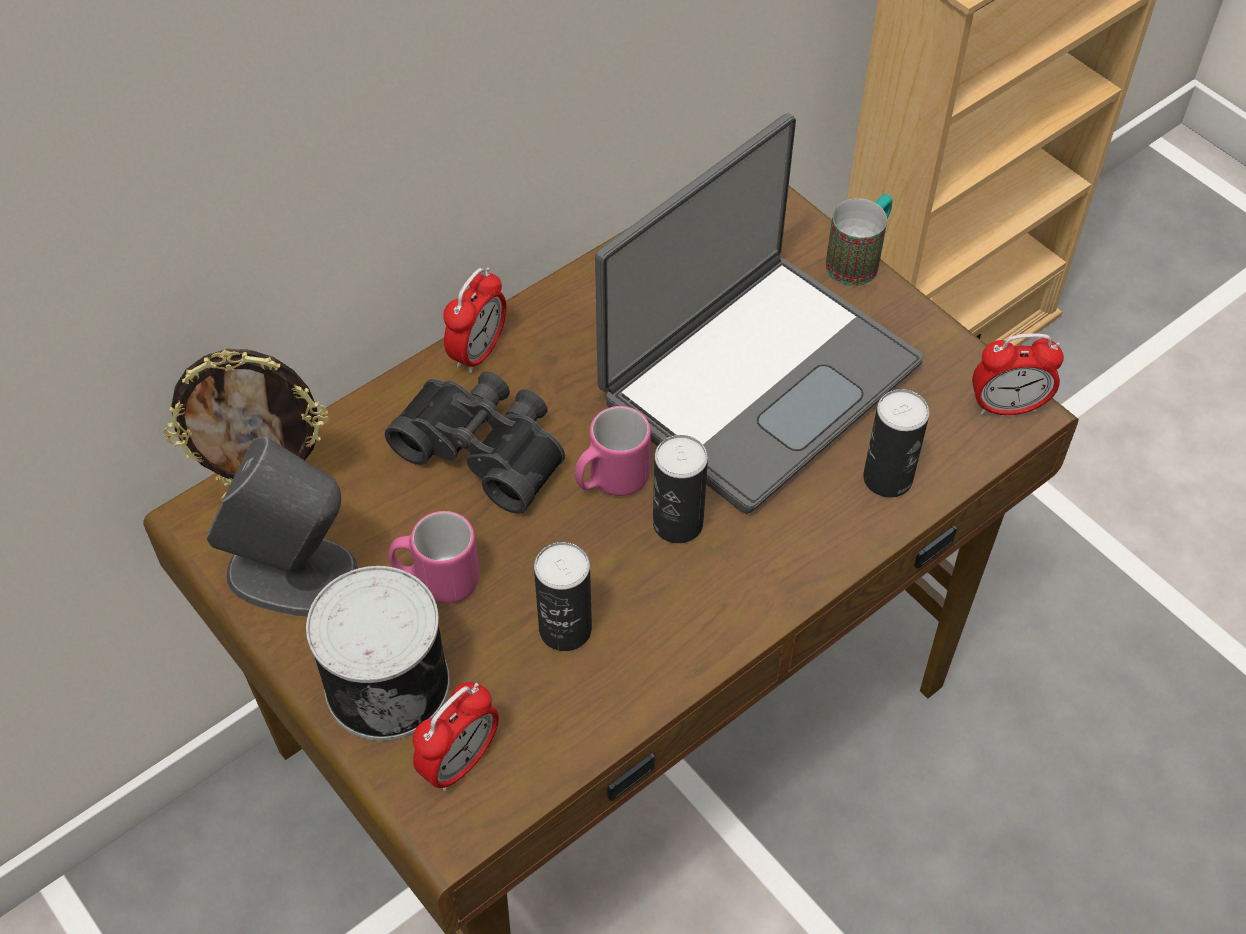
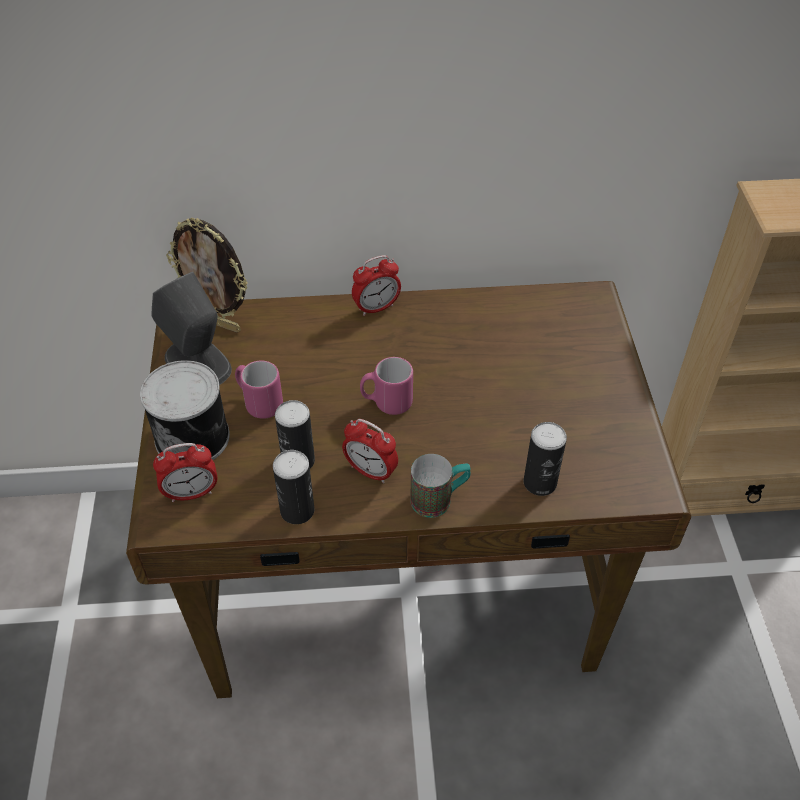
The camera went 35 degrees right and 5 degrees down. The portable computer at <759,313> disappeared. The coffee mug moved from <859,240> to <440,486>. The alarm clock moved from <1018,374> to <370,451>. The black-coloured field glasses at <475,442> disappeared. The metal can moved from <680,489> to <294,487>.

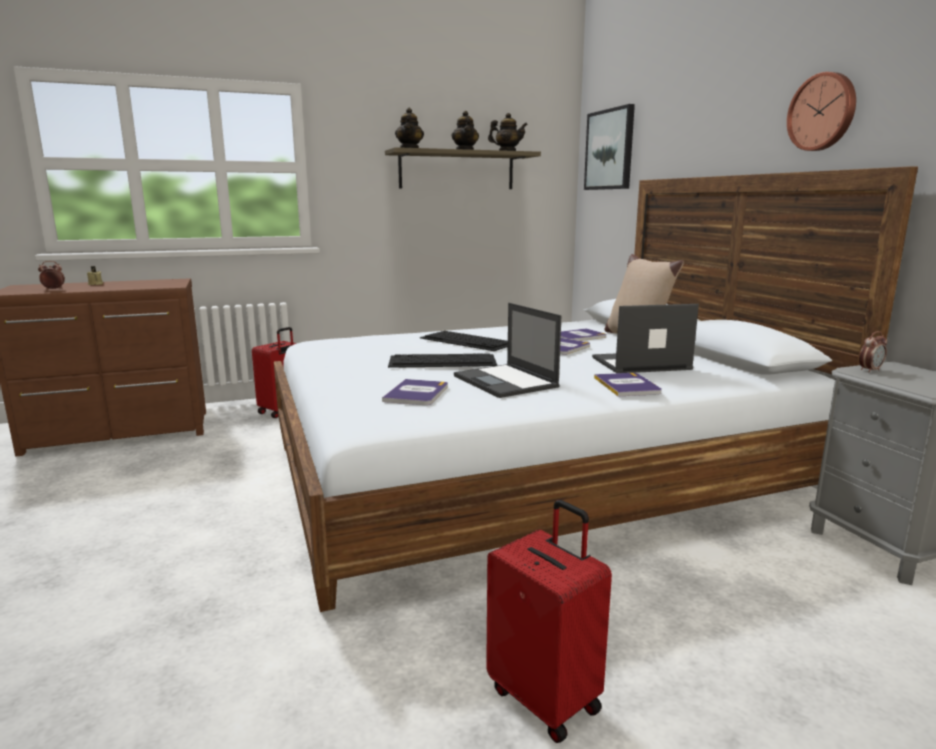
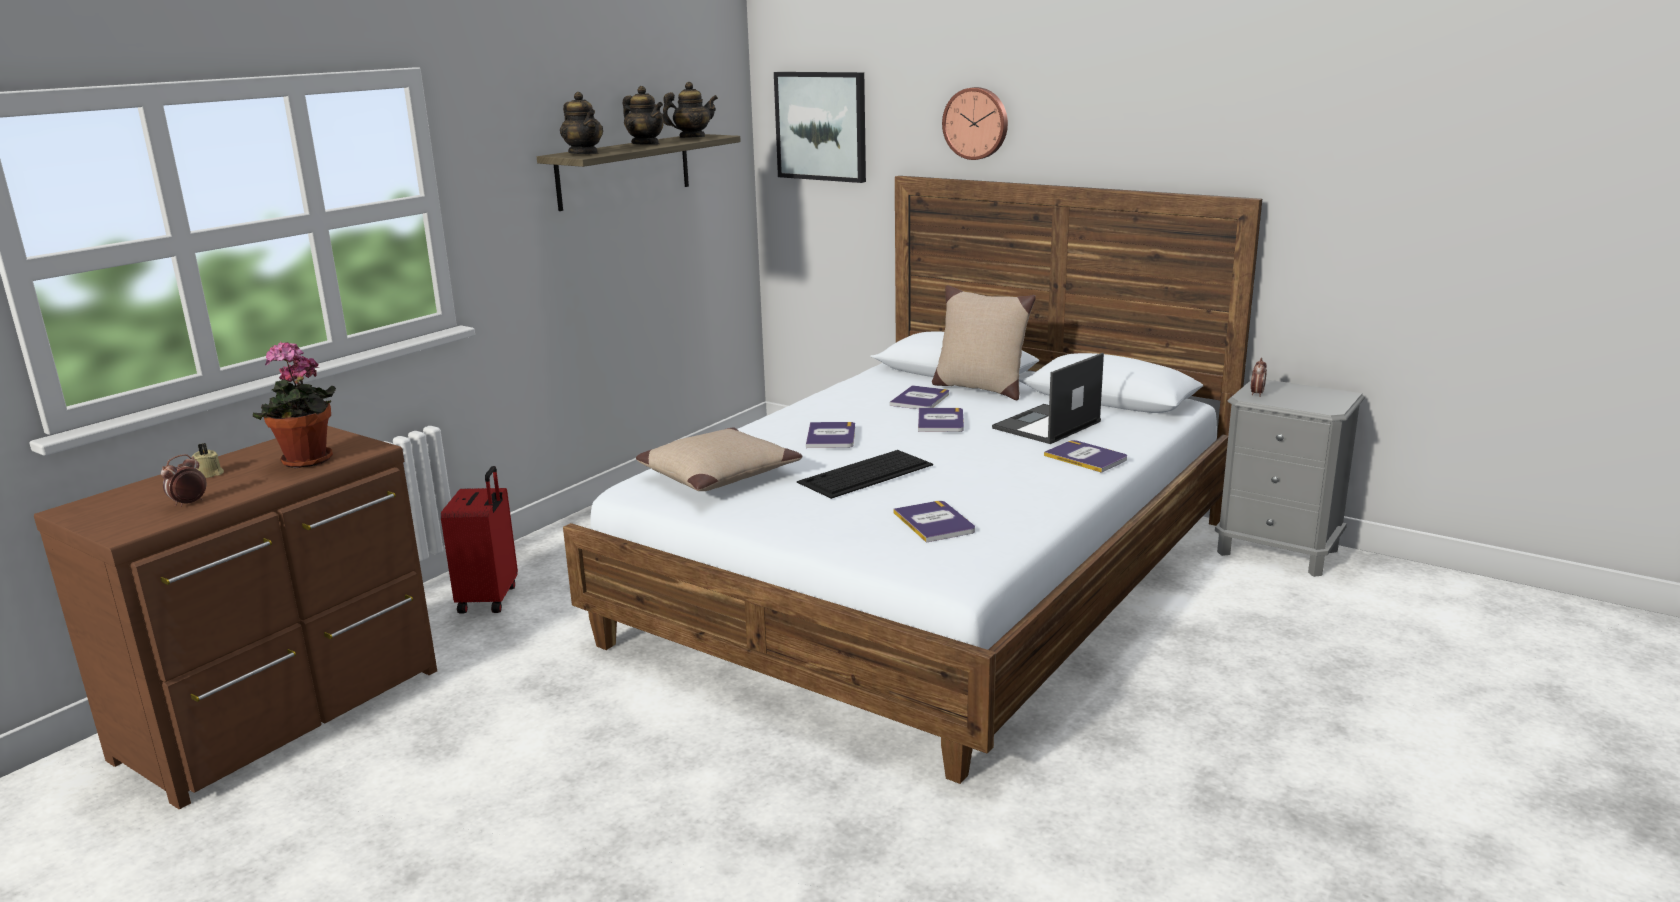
The camera went 35 degrees left and 5 degrees up. The wall clock moved from <821,111> to <975,123>. The portable computer at <507,350> disappeared. The keyboard at <464,341> was replaced by the bound book at <830,435>. The red-coloured travel case at <549,621> disappeared. The plant in a pot at <294,404> appeared. The sand-coloured throw pillow at <719,459> appeared.

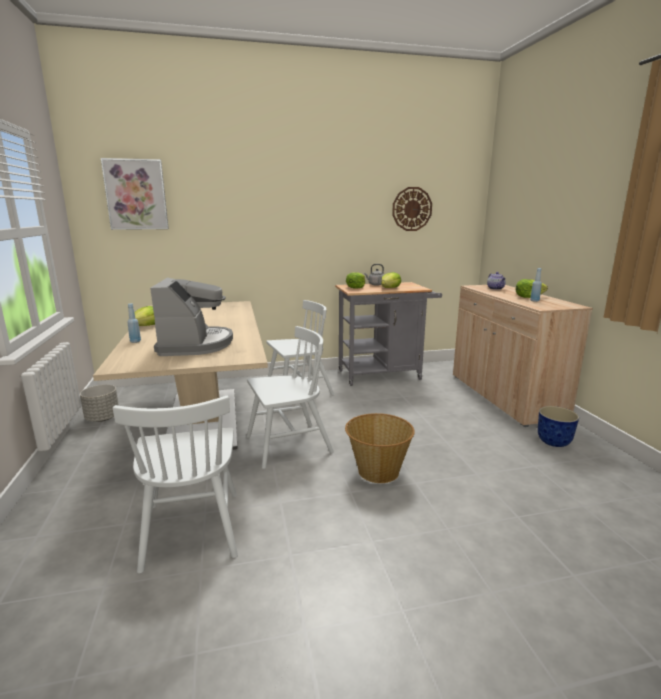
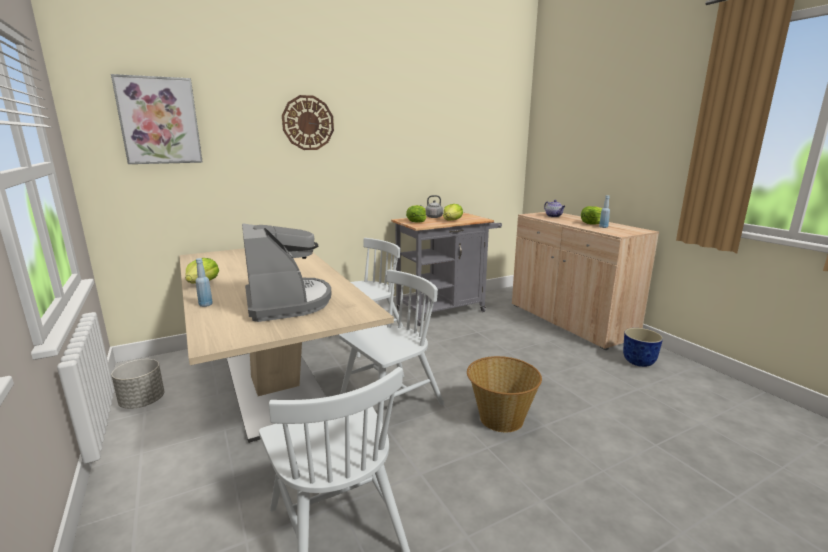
The camera went 15 degrees left and 0 degrees up. The wall clock moved from <412,209> to <308,122>.

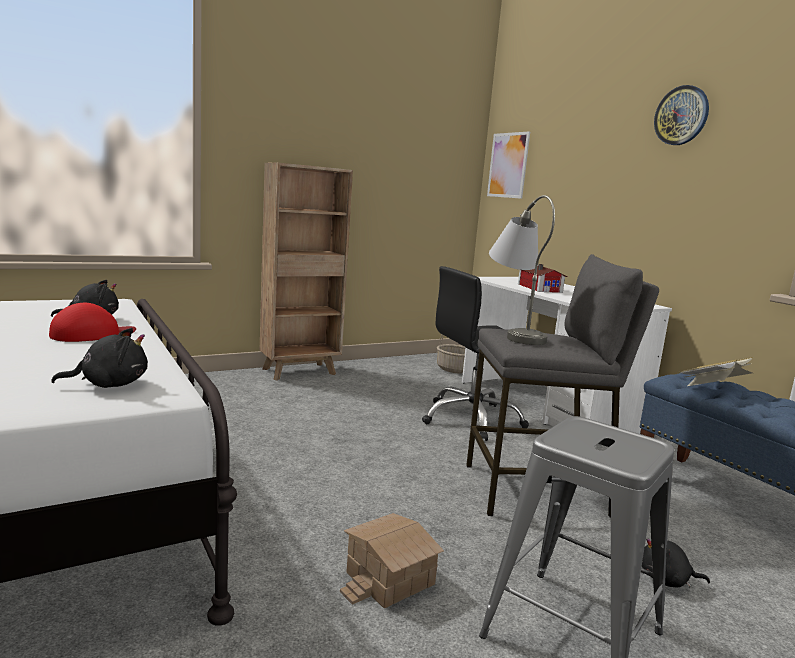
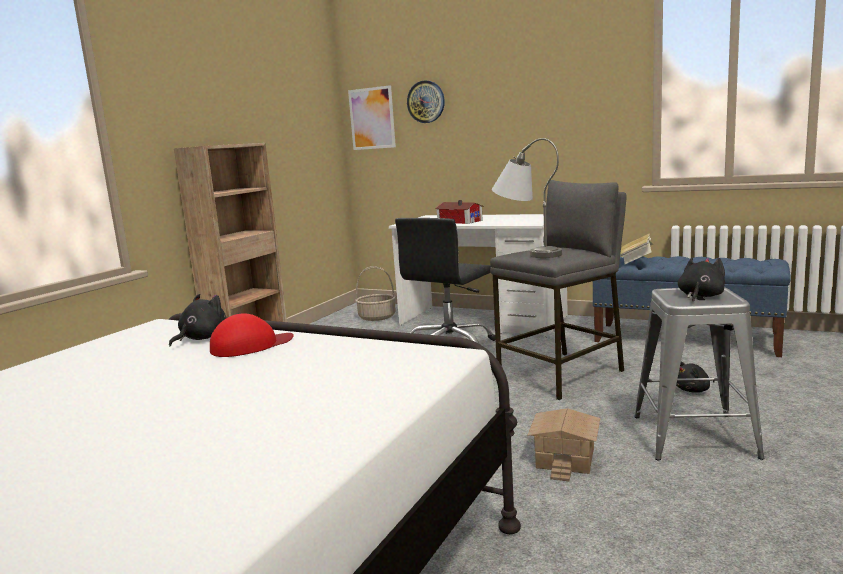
The camera went 30 degrees left and 0 degrees up. The wall clock moved from <681,115> to <426,101>. The red-coloured baseball cap at <92,322> turned 45 degrees clockwise. The black-coloured plush toy moved from <99,358> to <701,279>.

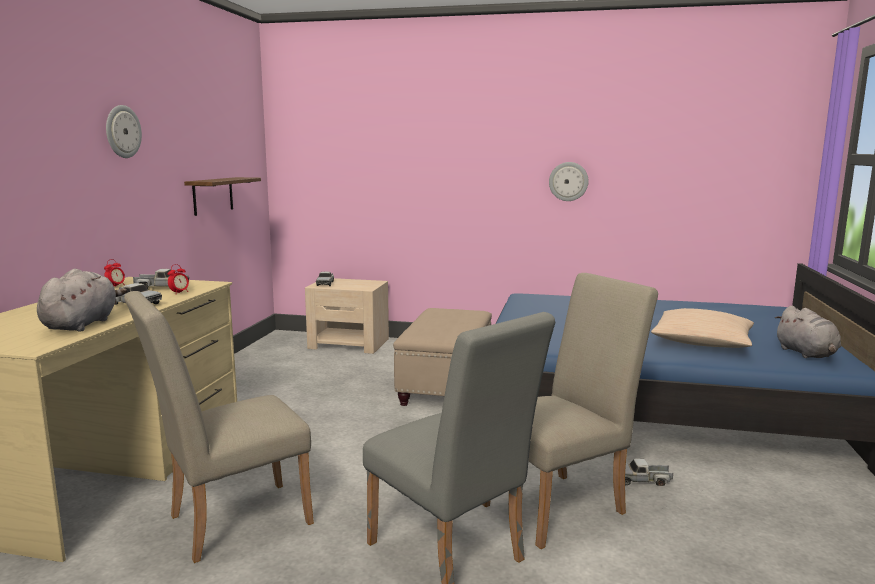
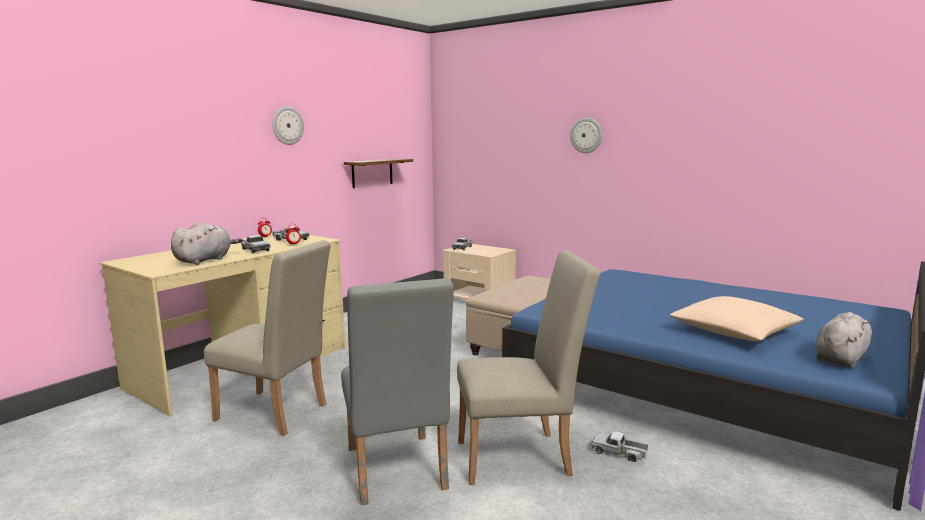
The camera went 25 degrees right and 0 degrees up. The wall clock moved from <569,181> to <586,135>. The sand-coloured upright chair at <219,427> turned 150 degrees counterclockwise. The gray plush toy at <808,332> turned 150 degrees counterclockwise.

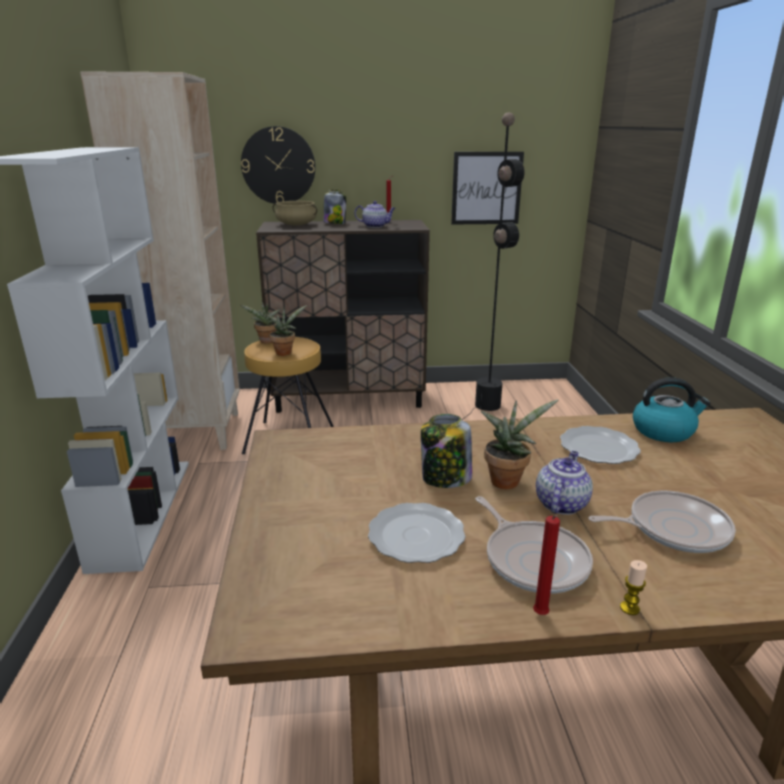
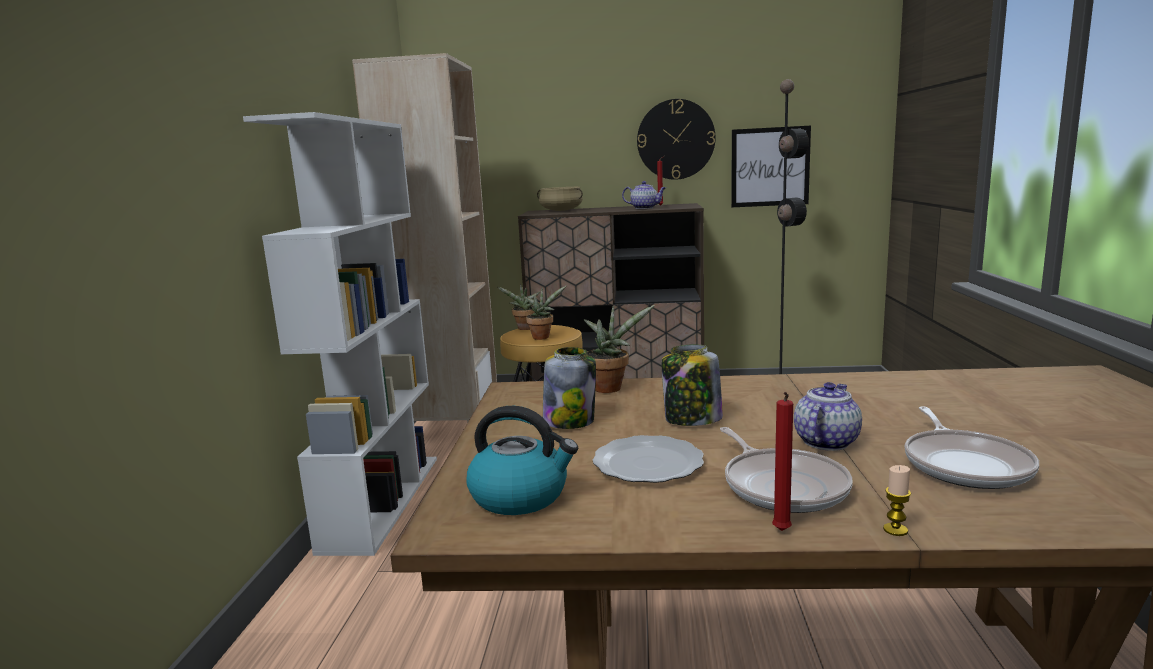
The camera went 10 degrees right and 10 degrees down. The wall clock moved from <278,165> to <676,139>. The jar moved from <334,207> to <569,388>. The tea kettle moved from <672,409> to <522,460>. The plant in a pot moved from <519,444> to <619,349>. The plate at <600,445> disappeared. The frying pan at <662,522> turned 90 degrees clockwise.

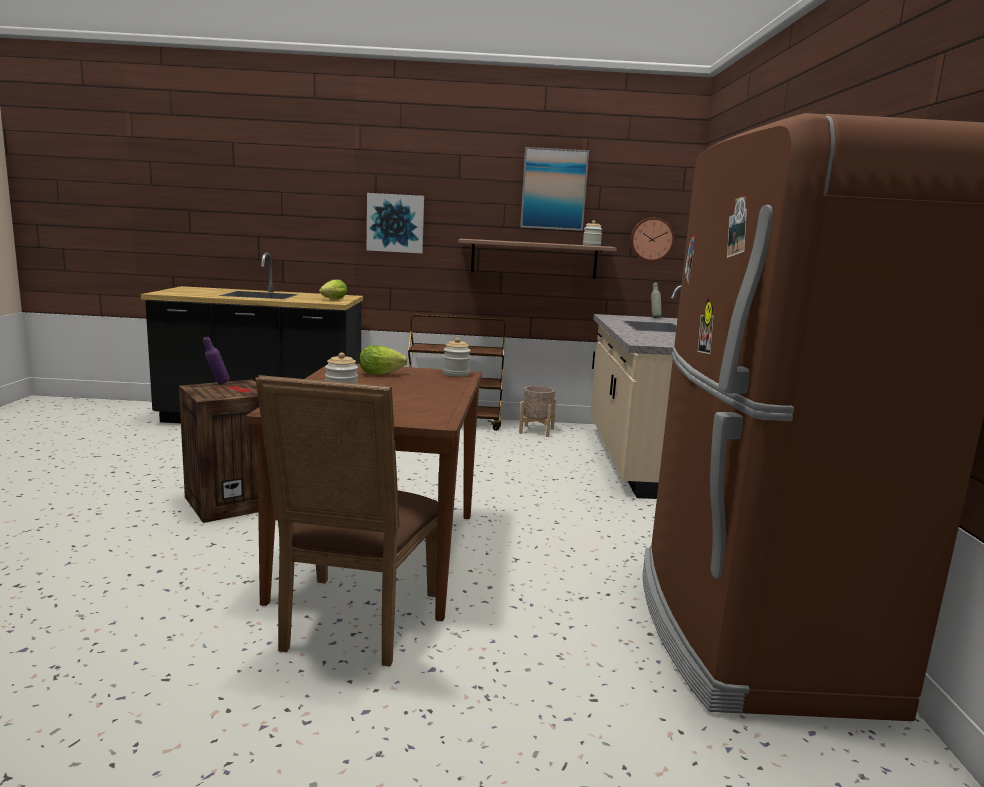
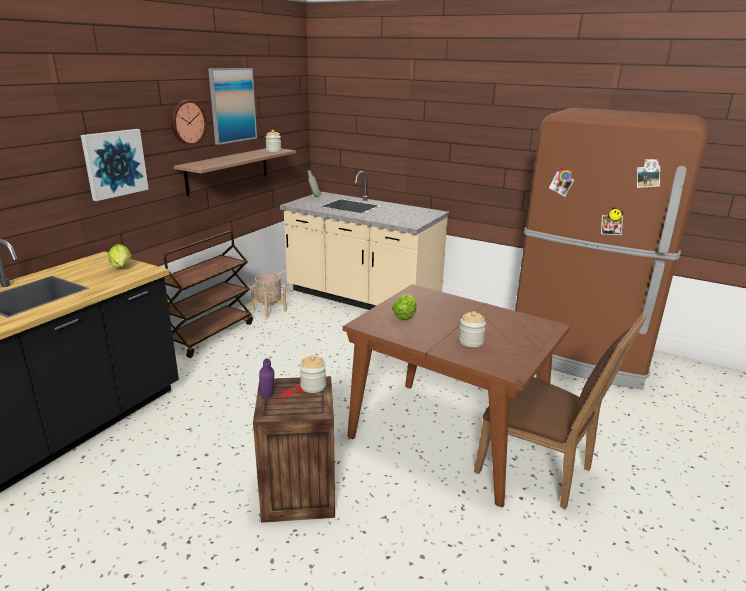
The camera went 60 degrees left and 10 degrees up. The wall clock moved from <652,240> to <188,122>. The jar moved from <457,357> to <313,374>.

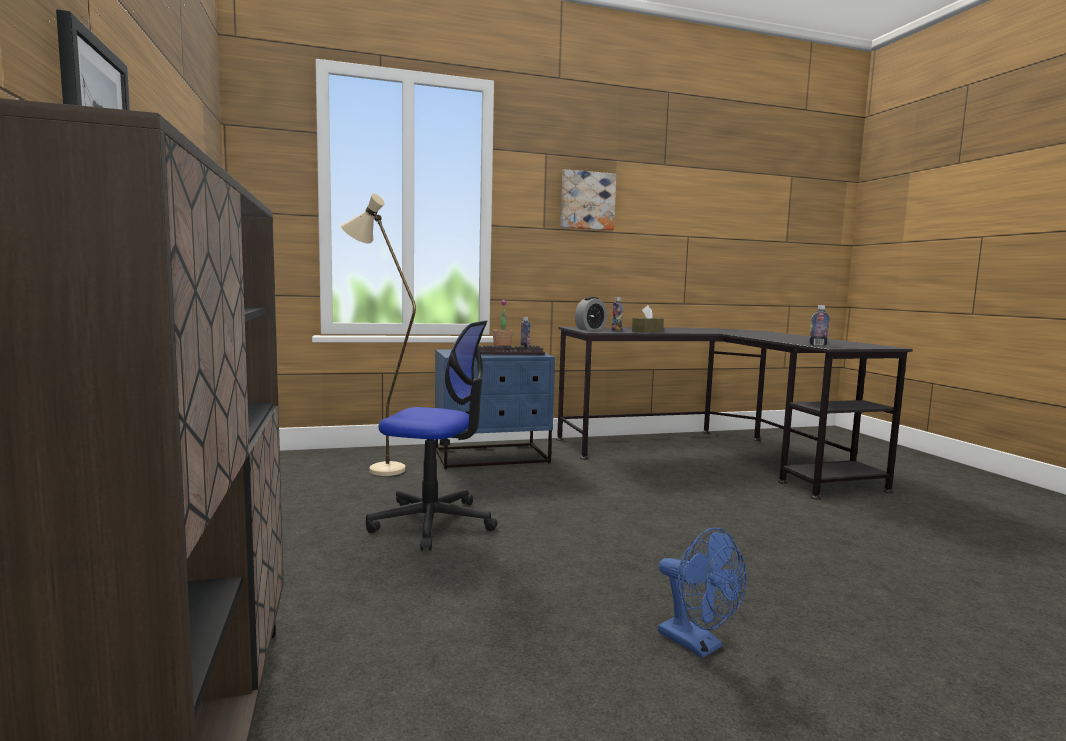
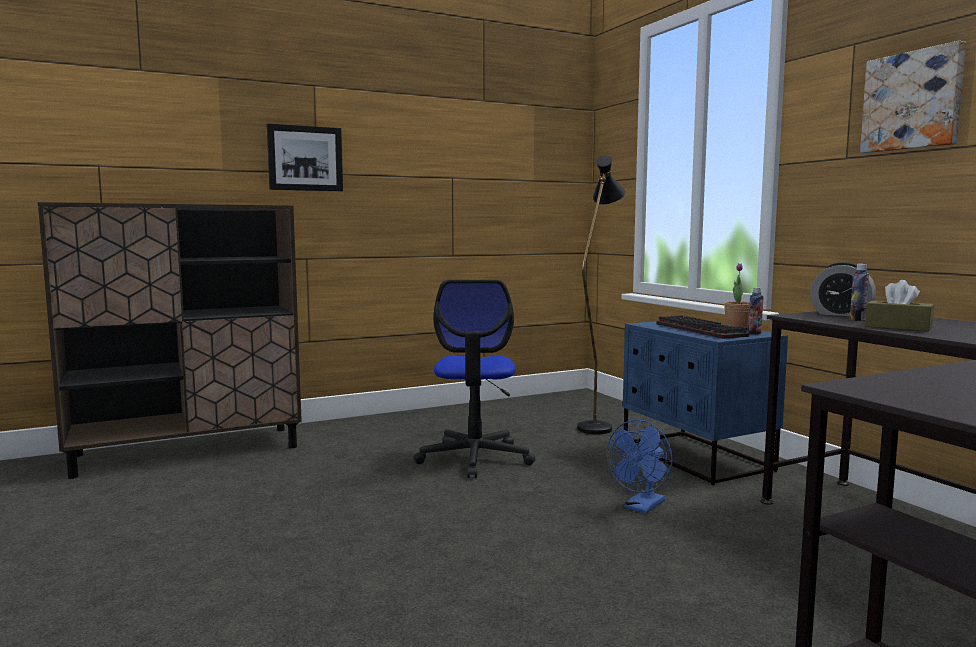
The camera went 80 degrees right and 0 degrees up. The sand-coloured floor lamp at <378,334> became the black-coloured floor lamp at <601,294>. The beverage bottle at <819,325> disappeared. The blue electric fan moved from <702,592> to <640,467>.

